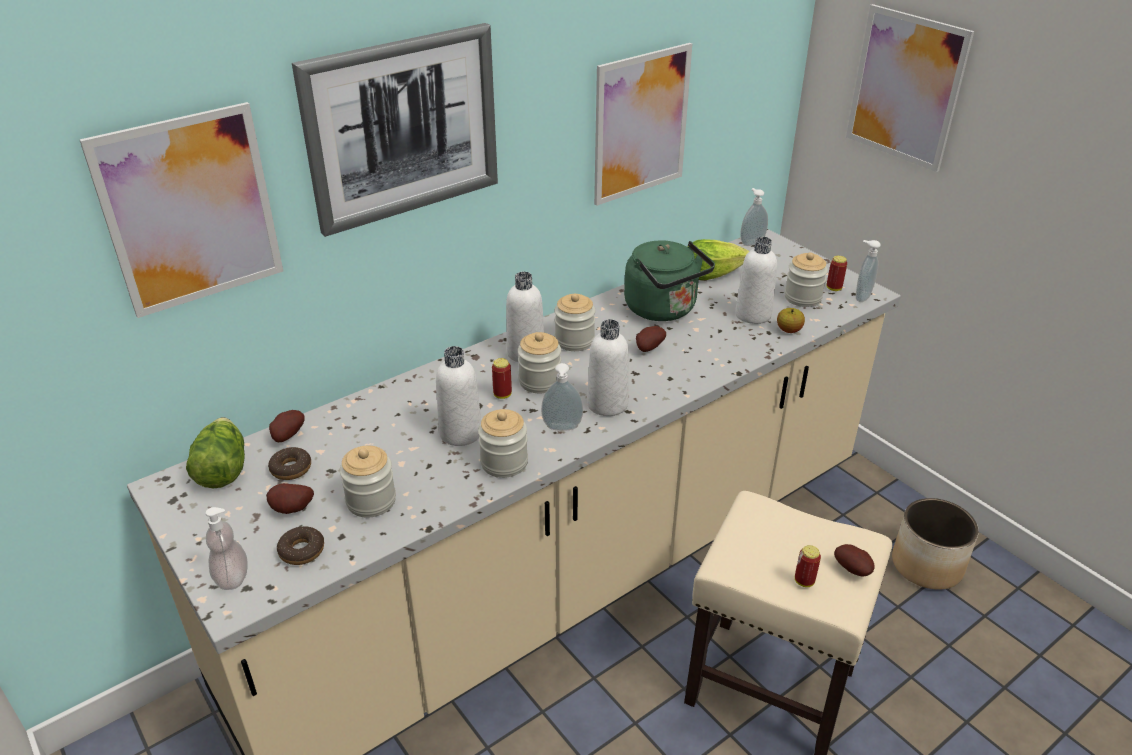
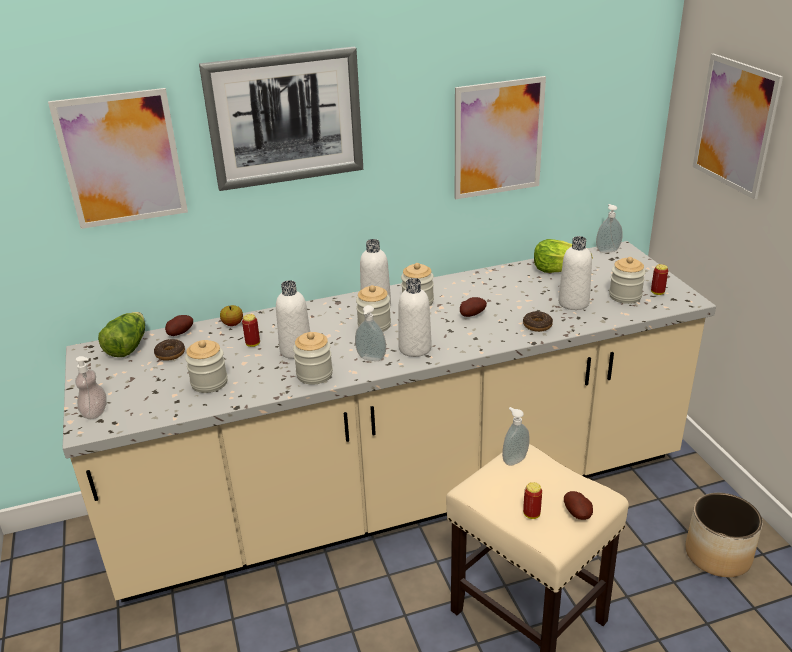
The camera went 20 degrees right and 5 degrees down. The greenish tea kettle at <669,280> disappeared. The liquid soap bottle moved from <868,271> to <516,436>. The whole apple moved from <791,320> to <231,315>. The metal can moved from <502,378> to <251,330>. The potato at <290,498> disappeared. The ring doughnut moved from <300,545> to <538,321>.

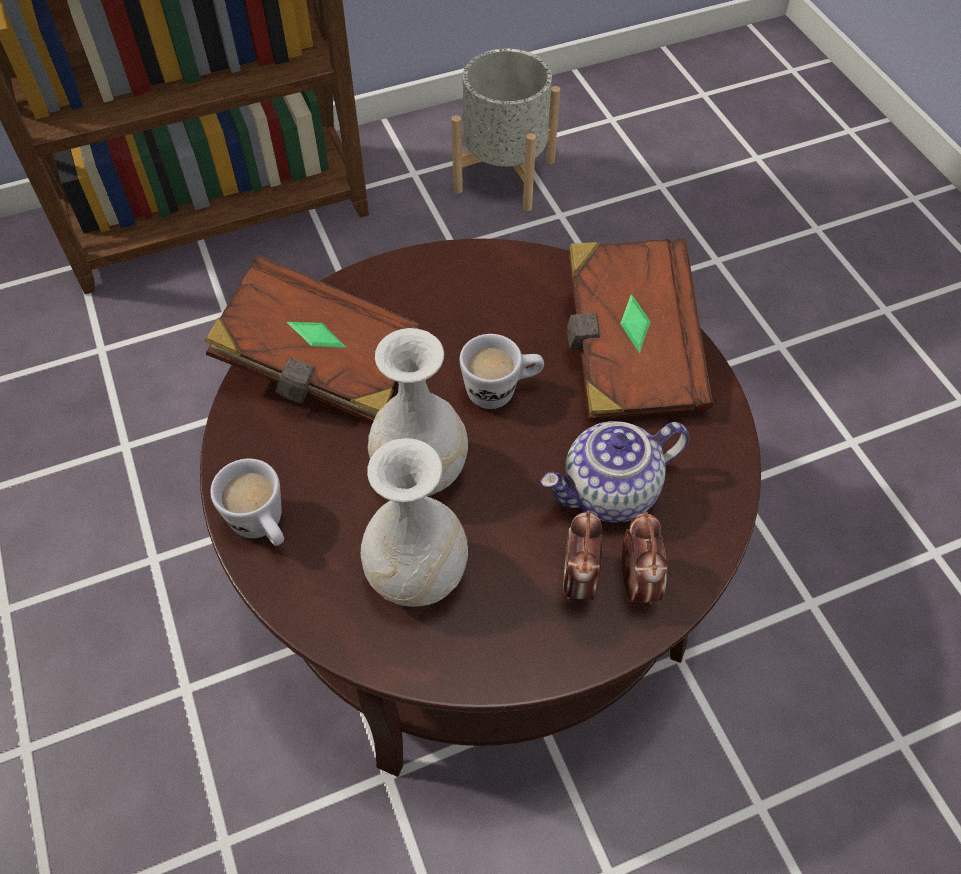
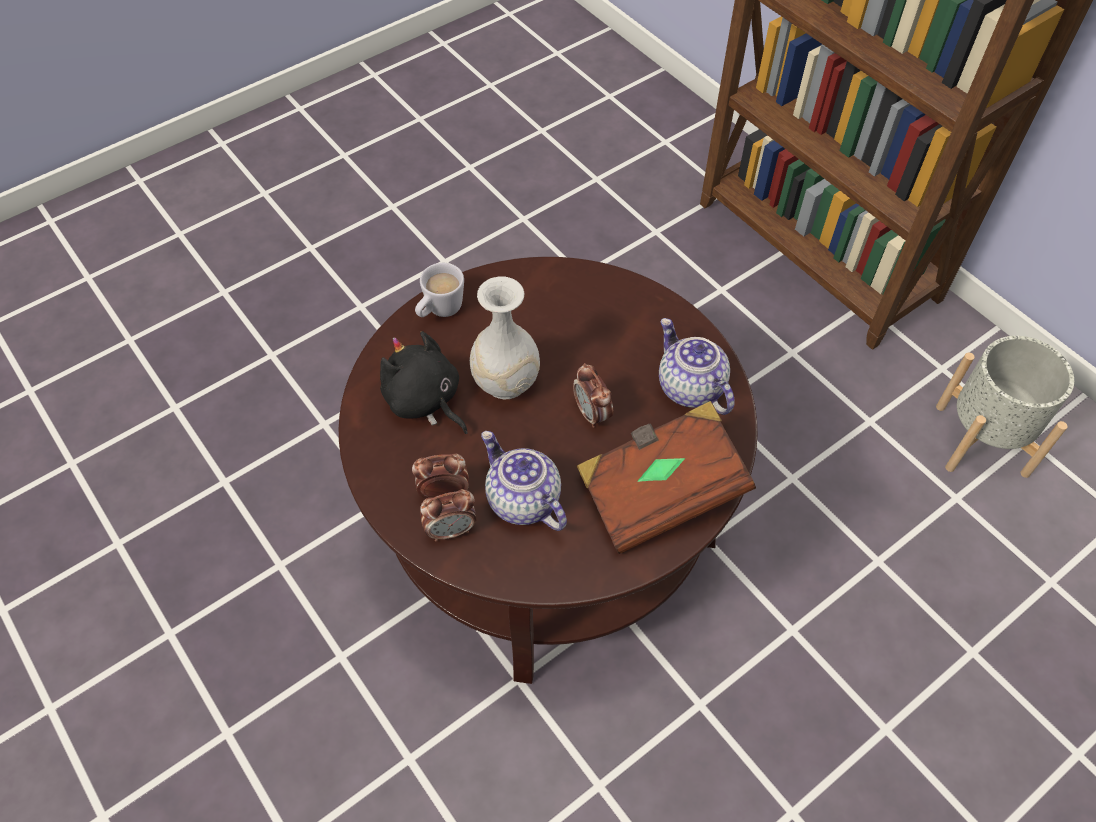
The camera went 75 degrees right and 0 degrees up. The brown-coloured bound book at <312,339> disappeared. The whitish coffee mug at <502,371> was replaced by the alarm clock at <593,395>. The whitish decorative vase at <414,522> was replaced by the black-coloured plush toy at <424,382>. The teapot at <697,366> appeared.

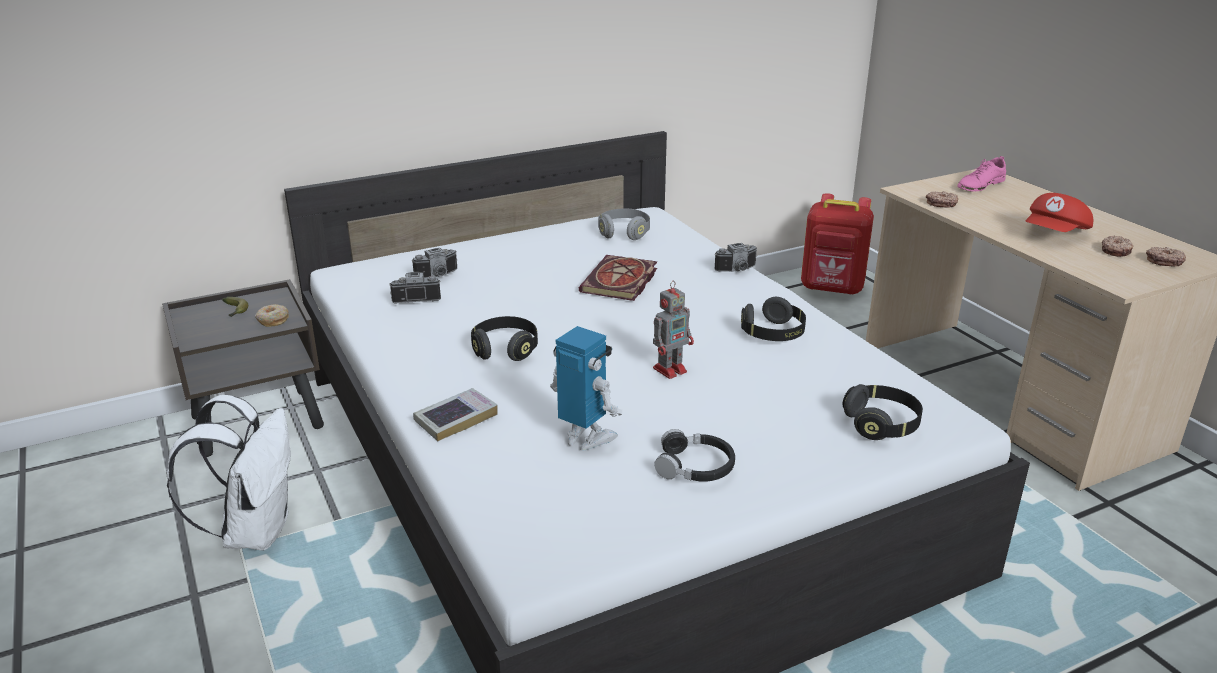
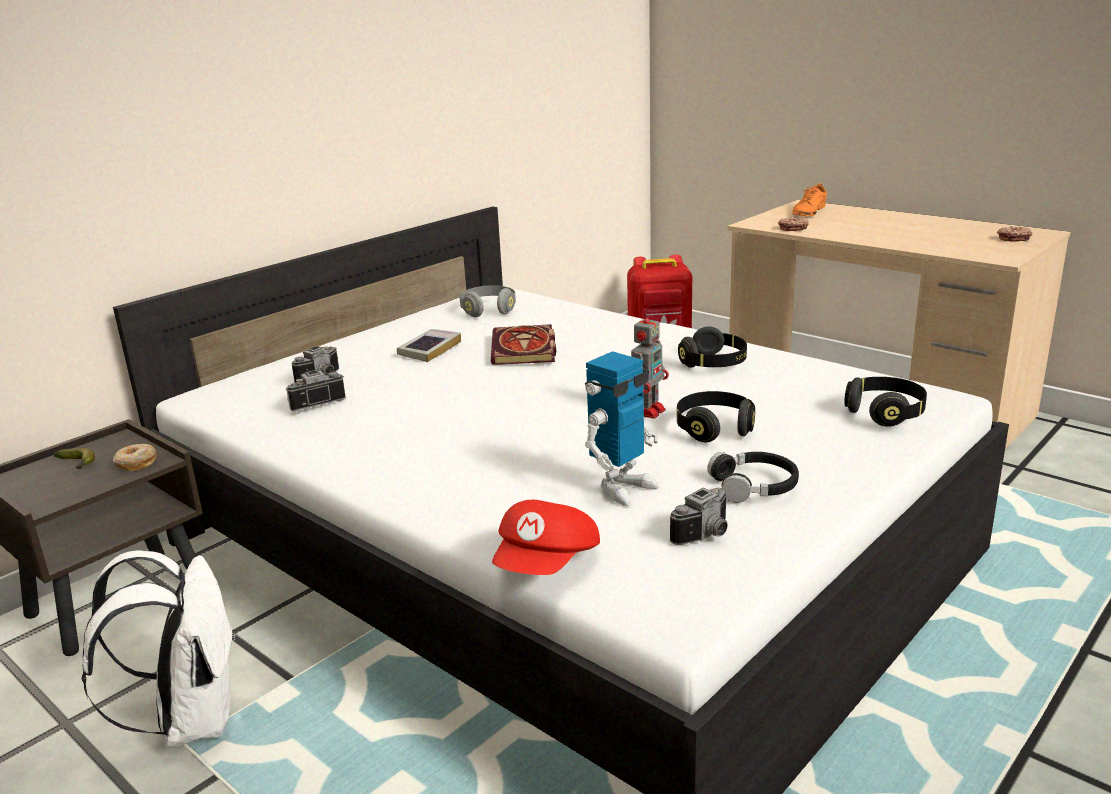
The camera went 20 degrees left and 5 degrees down. The pink-coloured item of footwear at <981,173> became the orangey item of footwear at <809,199>. The red-coloured baseball cap moved from <1059,212> to <546,537>. The ring doughnut at <1117,246> disappeared. The photo camera moved from <735,257> to <699,516>. The black-coloured headphones moved from <504,338> to <716,416>. The robot figure at <586,388> turned 120 degrees clockwise. The bound book moved from <455,414> to <429,345>.

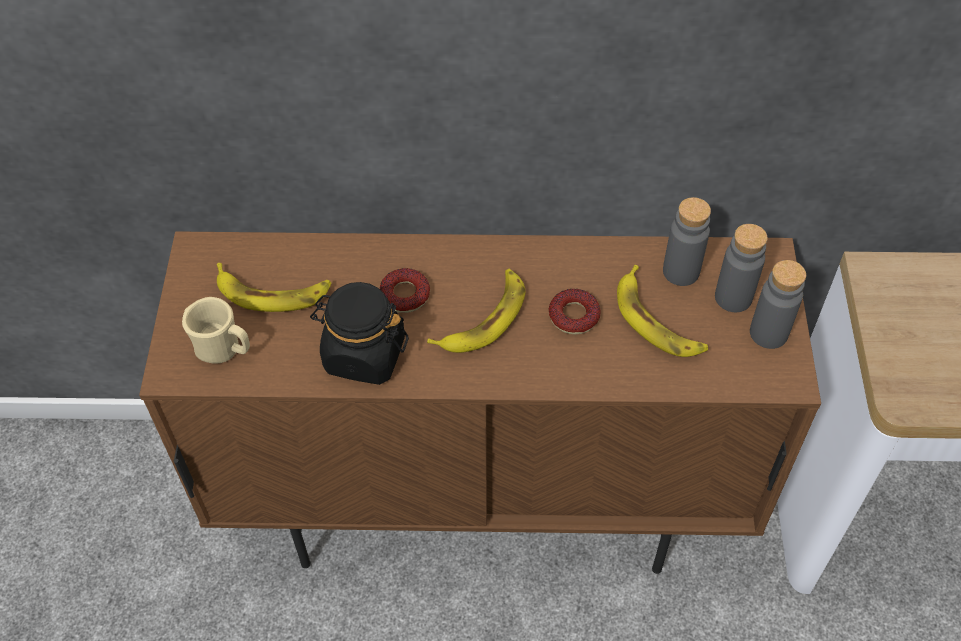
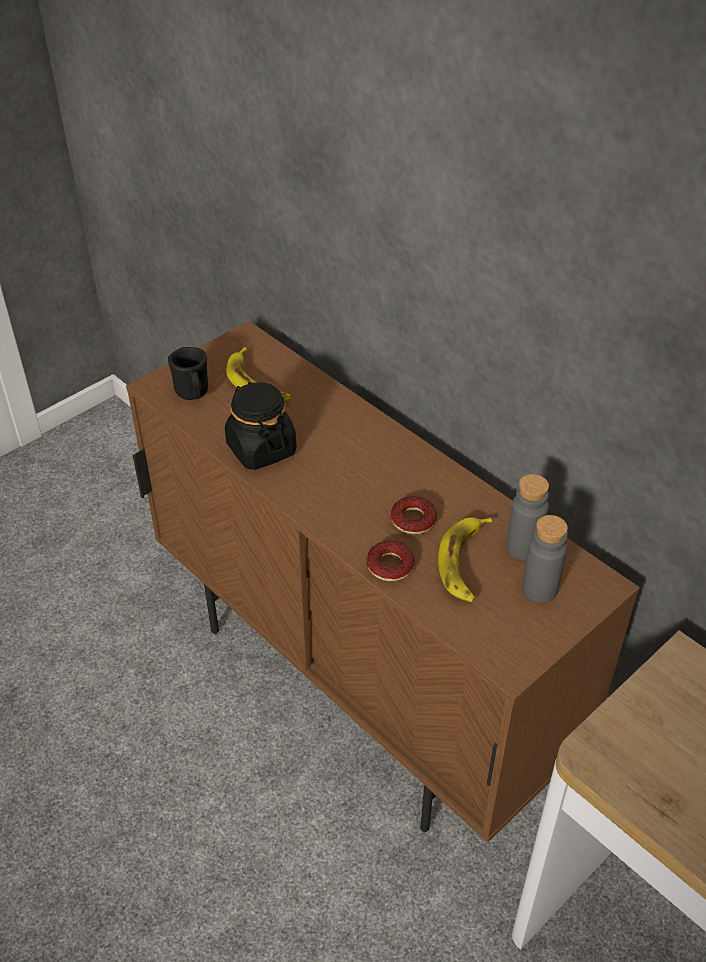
The camera went 45 degrees right and 10 degrees down. The gray beverage bottle at <778,304> disappeared. The ring doughnut moved from <404,290> to <390,560>. The banana fruit at <476,311> disappeared. The sand-coloured coffee mug at <216,330> became the black-coloured coffee mug at <188,373>.

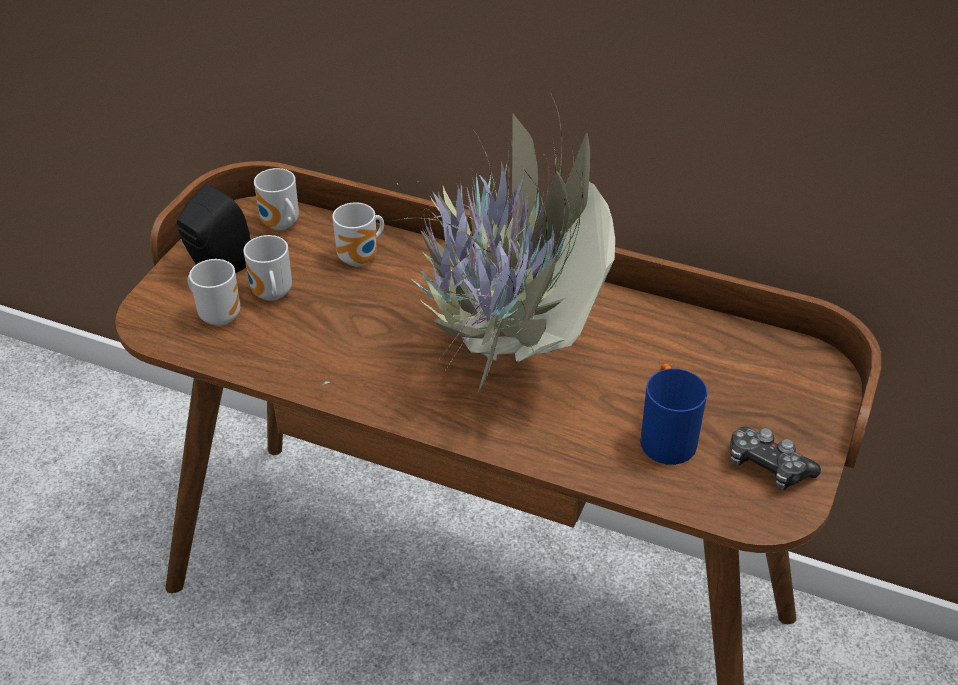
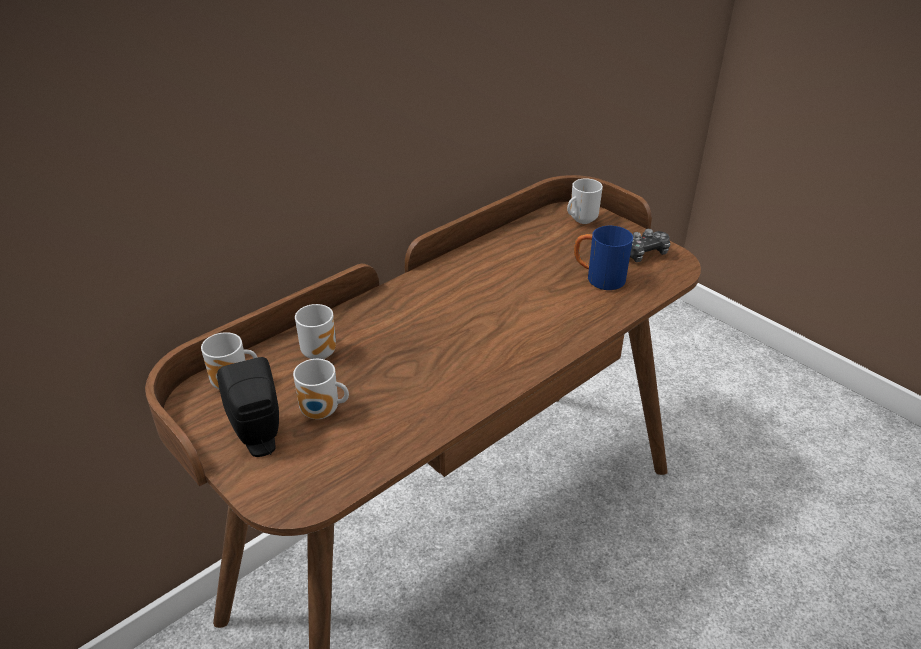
The camera went 65 degrees left and 5 degrees down. The plant in a pot at <469,242> disappeared. The coffee mug moved from <214,292> to <585,201>.

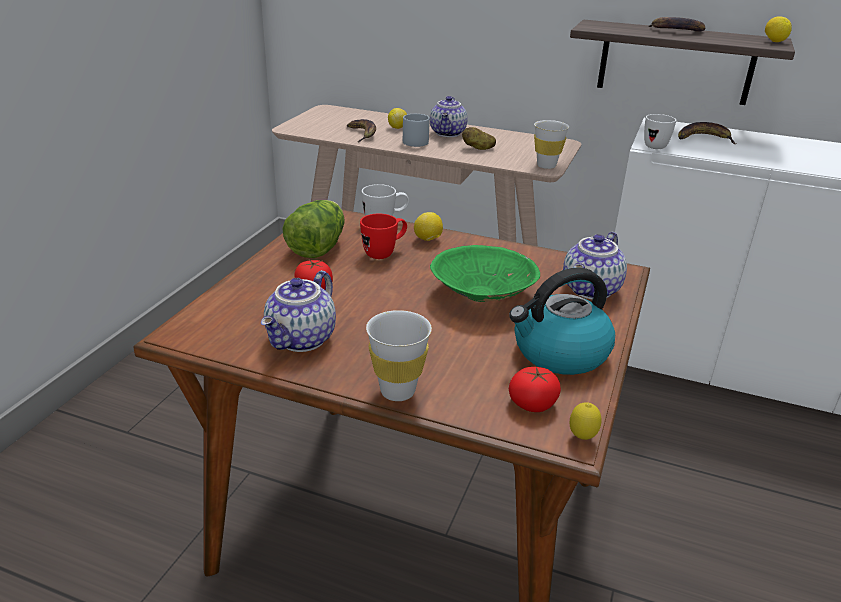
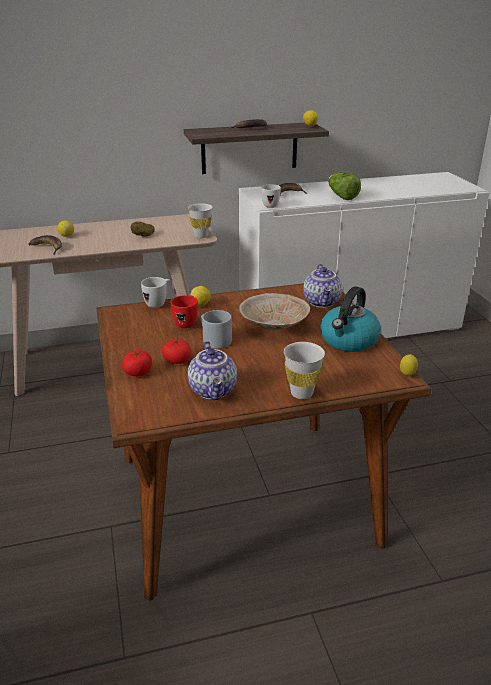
The camera went 35 degrees left and 0 degrees up. The teapot at <449,116> disappeared. The gray coffee mug moved from <416,130> to <216,329>. The lettuce head moved from <313,229> to <344,186>. The greenish deep dish at <485,273> became the sand-coloured deep dish at <274,312>. The tomato moved from <535,389> to <137,363>.

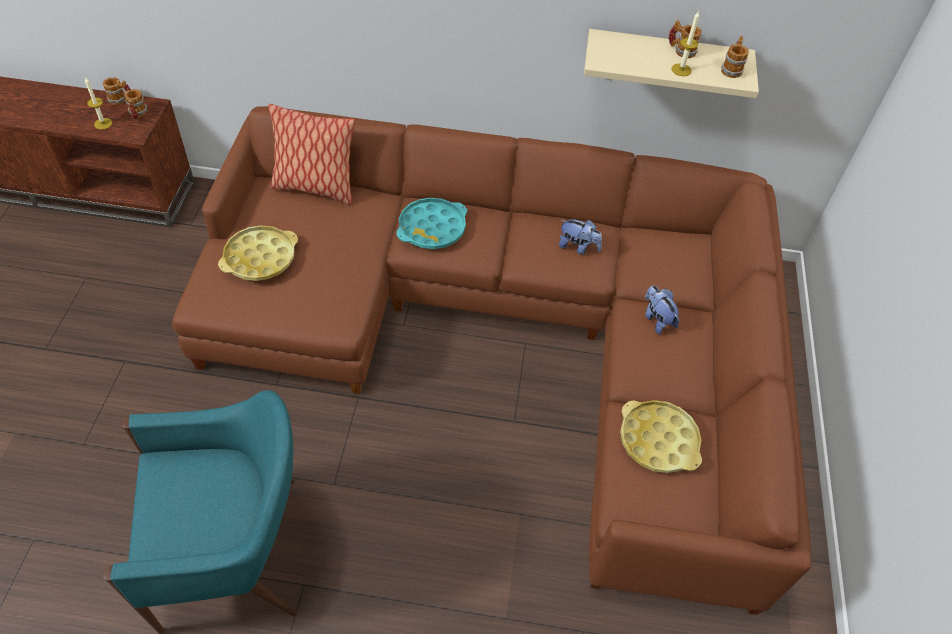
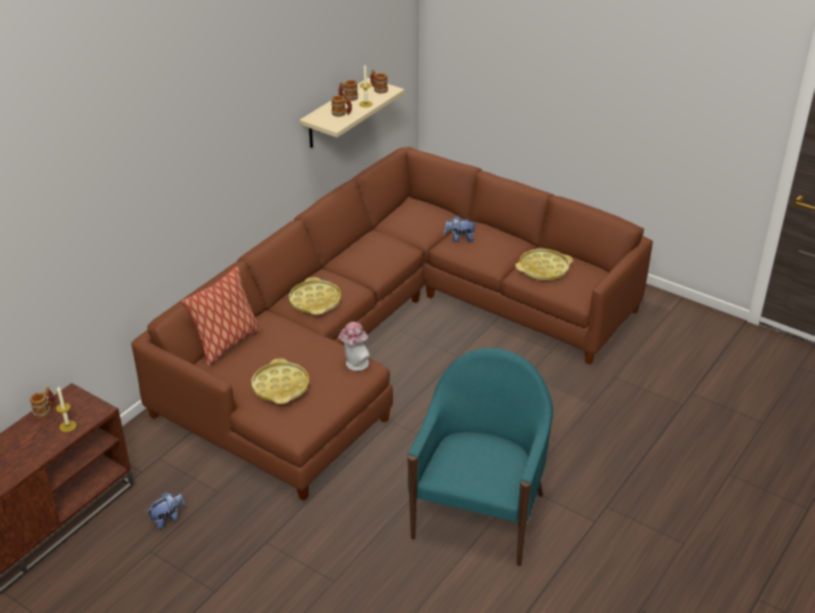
The camera went 60 degrees left and 15 degrees down. The coffee mug moved from <136,104> to <341,106>. The turquoise tray at <431,223> became the yellow-coloured tray at <315,296>. The plush toy moved from <580,237> to <166,511>. The clothing hat at <354,346> appeared.

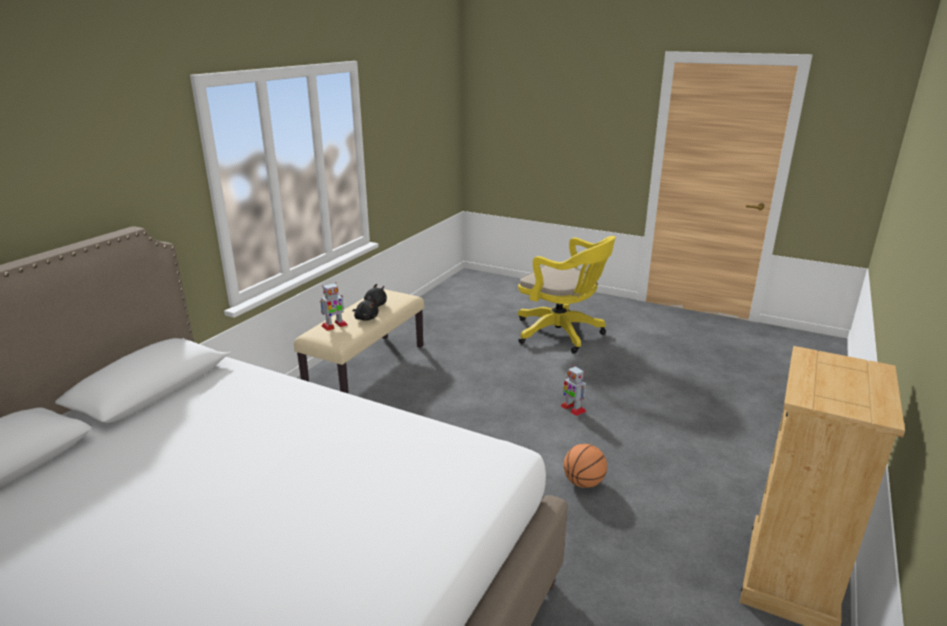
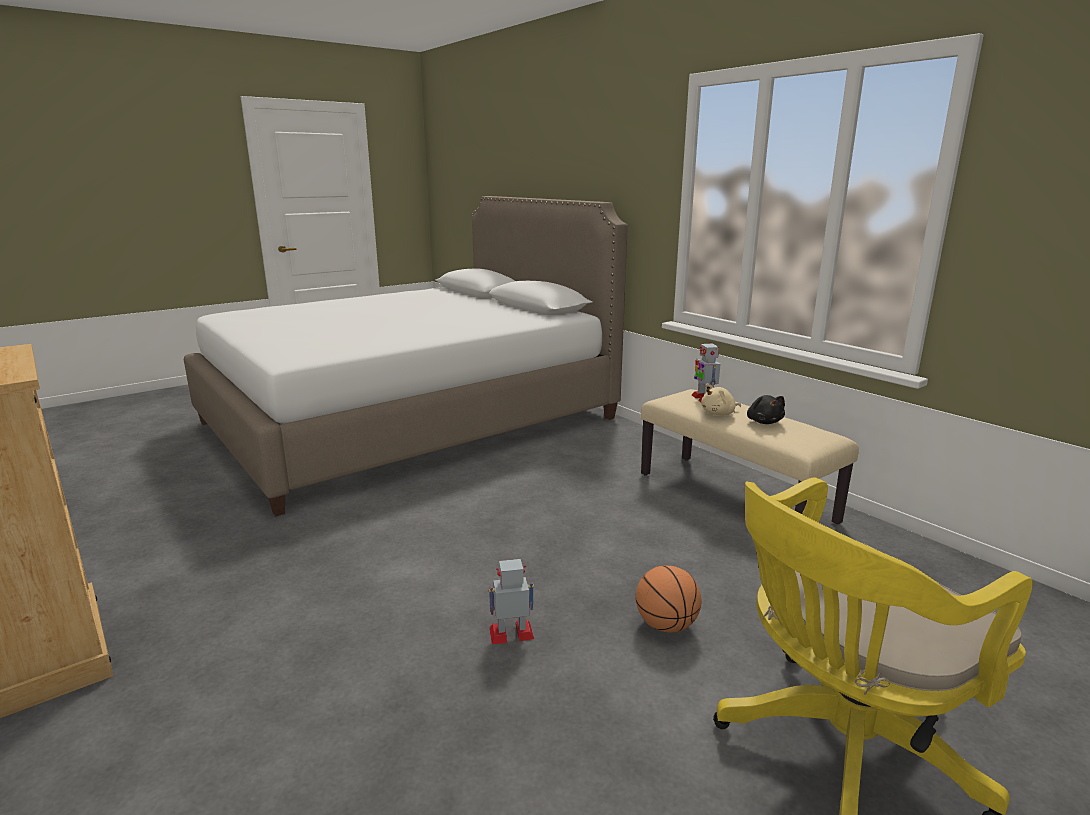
The camera went 115 degrees right and 5 degrees down. The black-coloured plush toy at <365,310> became the sand-coloured plush toy at <721,399>. The basketball moved from <585,466> to <668,599>.

